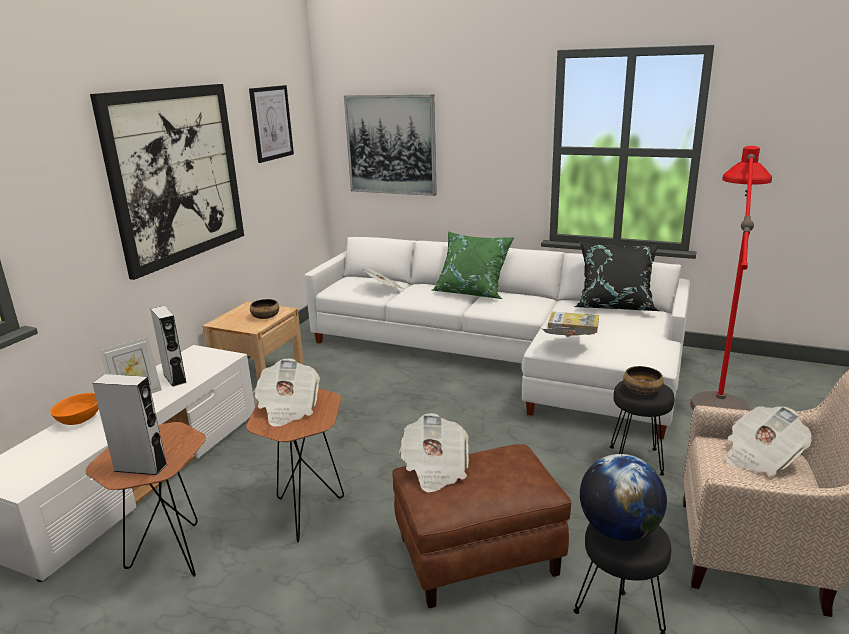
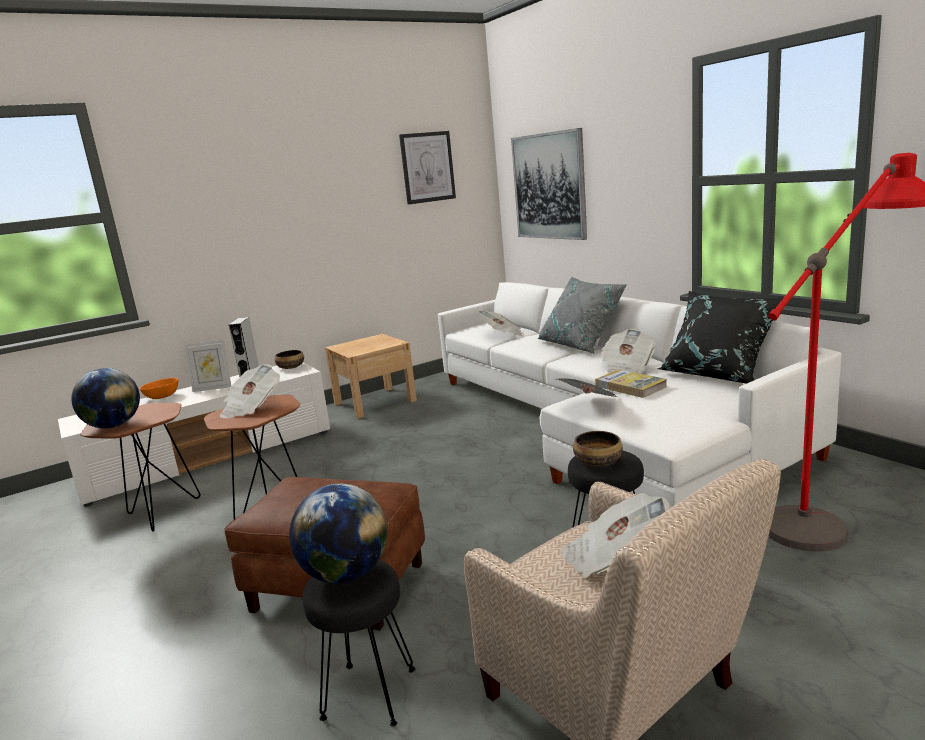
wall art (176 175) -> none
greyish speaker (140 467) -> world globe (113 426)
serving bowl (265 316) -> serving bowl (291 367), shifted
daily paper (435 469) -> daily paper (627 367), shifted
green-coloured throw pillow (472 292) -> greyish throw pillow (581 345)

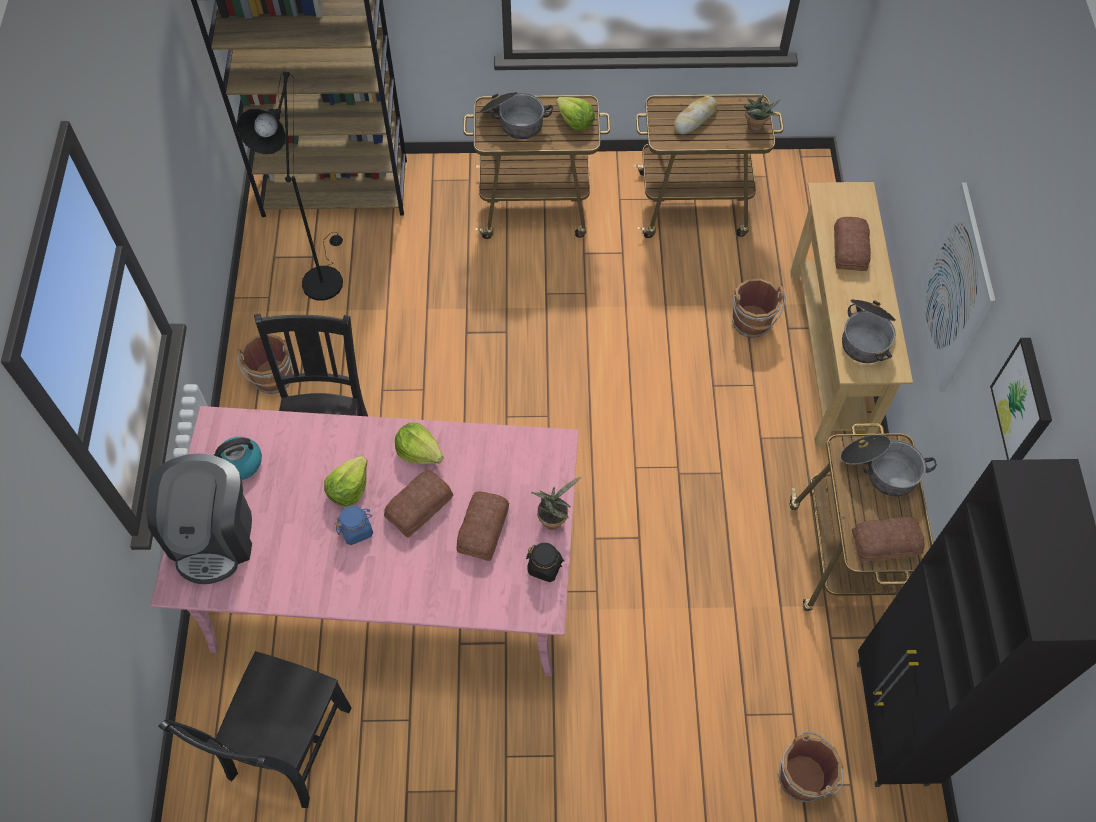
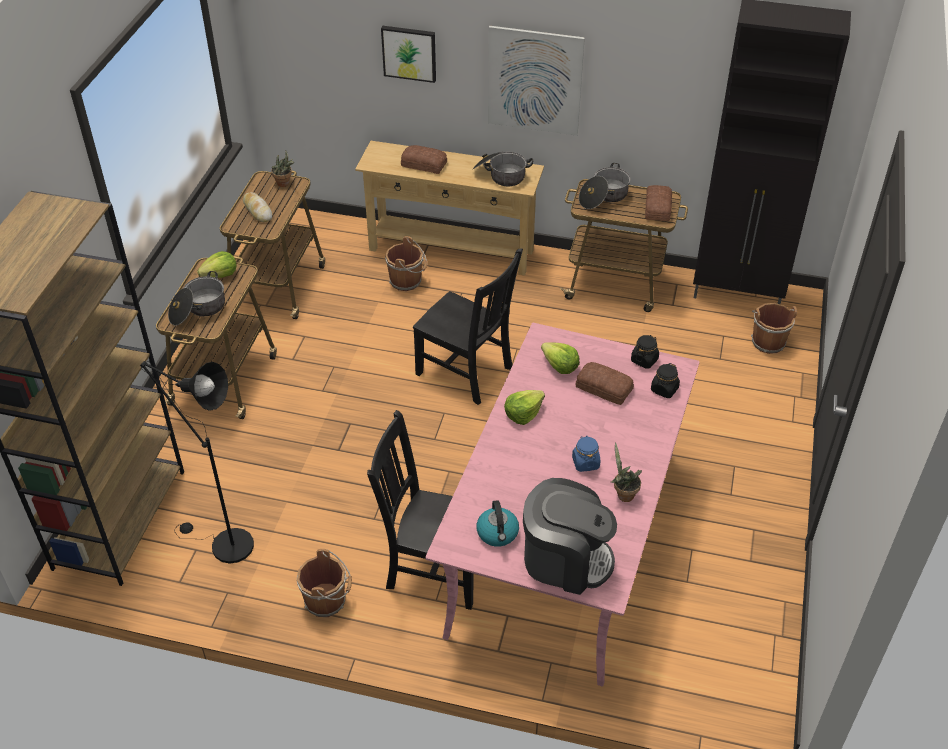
black chair (287 747) -> black chair (467 372), shifted
head of lettuce (348 488) -> head of lettuce (560 366), shifted
bakery bread (417 506) -> none
plant in a pot (553 518) -> plant in a pot (623 494), shifted
wall art (1024 402) -> wall art (409 53), shifted
none -> black jar (664 389)

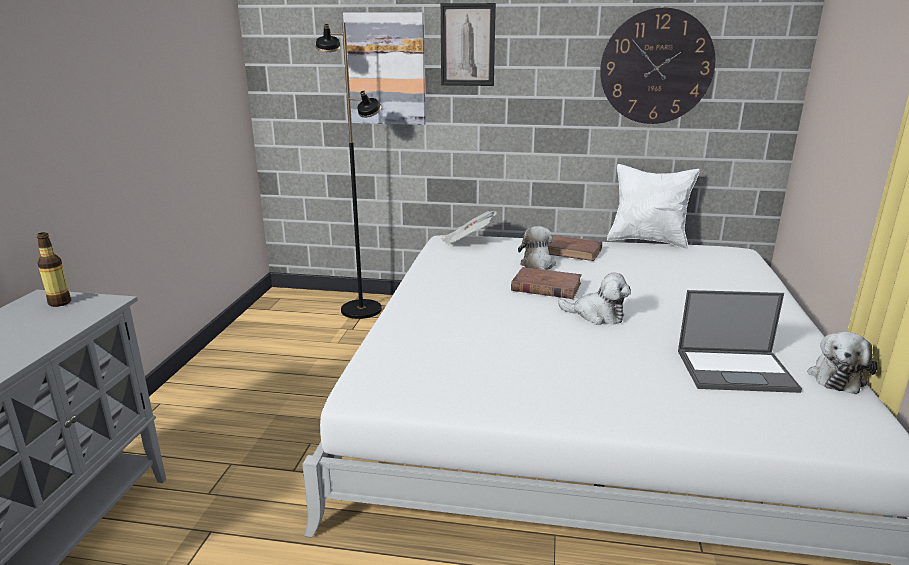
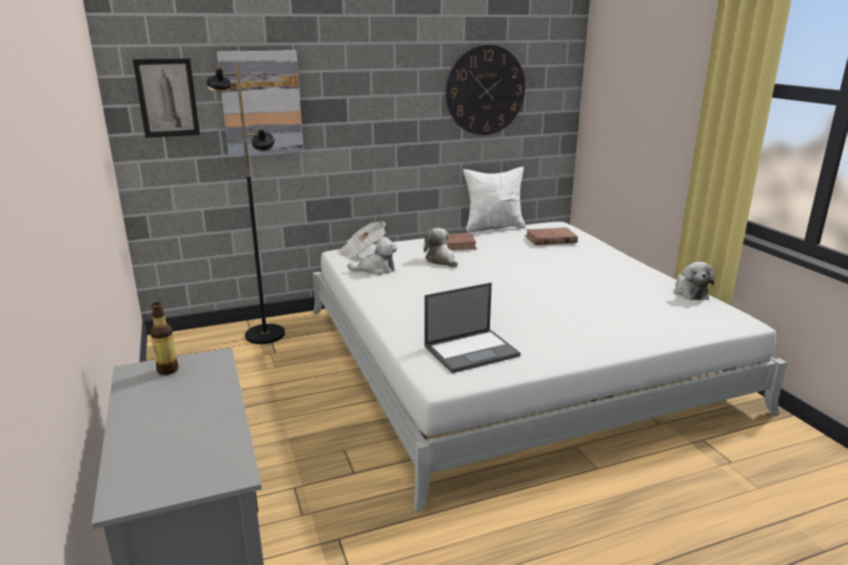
wall art (467 45) -> wall art (167 98), shifted
brown-coloured volume (545 287) -> brown-coloured volume (550 239), shifted
soft toy (597 315) -> soft toy (376 269), shifted
notebook computer (736 370) -> notebook computer (472 350), shifted

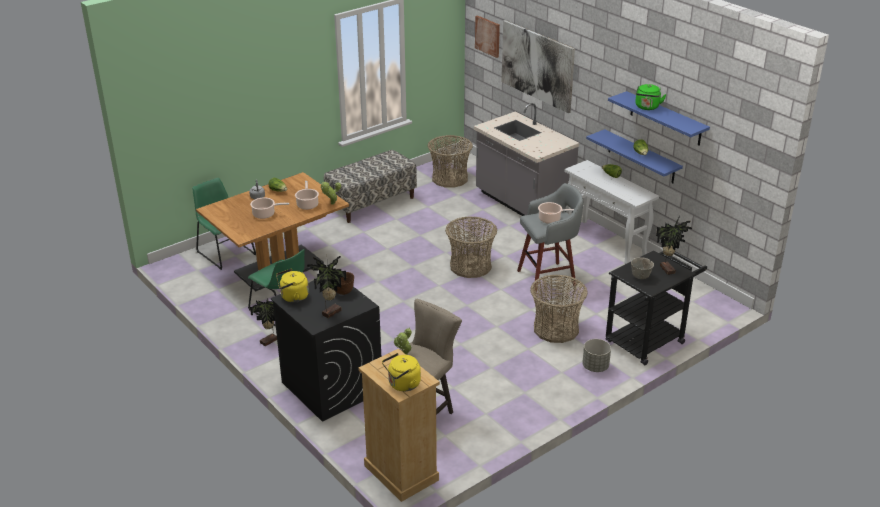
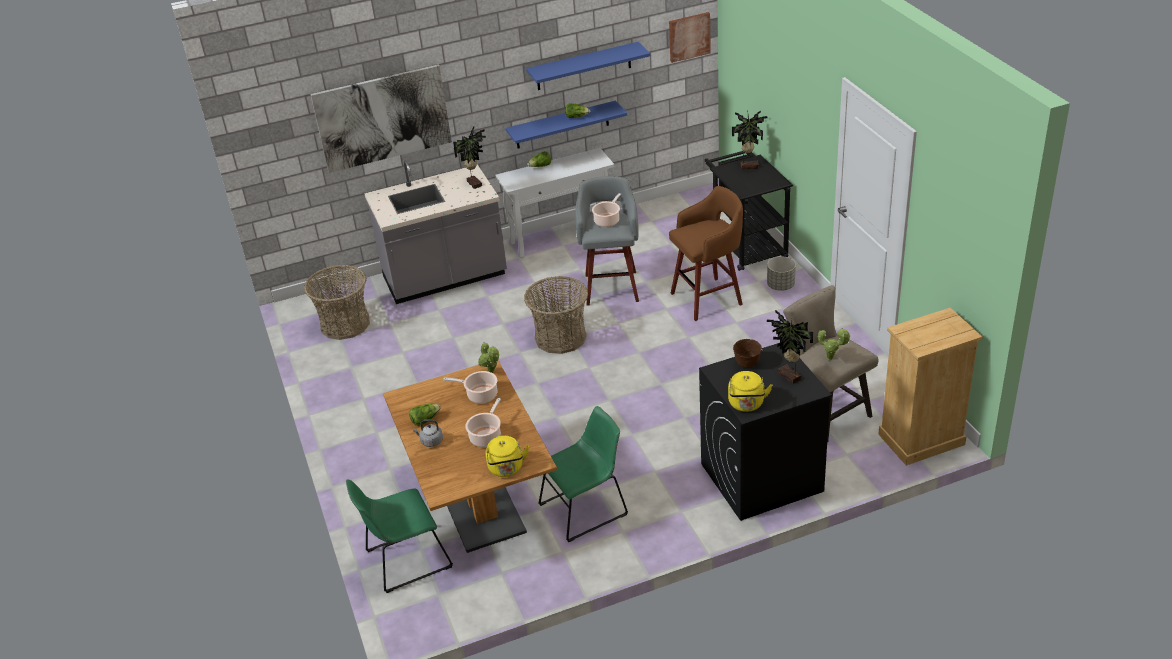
plant in a pot (270 341) -> plant in a pot (475 183), shifted
indoor bench (371 203) -> none
yellow tea kettle (402 385) -> yellow tea kettle (506 469), shifted
wall art (488 36) -> wall art (689 36), shifted
basket (556 329) -> brown-coloured stool (708 298)
greyish serving bowl (641 276) -> none
green-coloured tea kettle (647 107) -> none

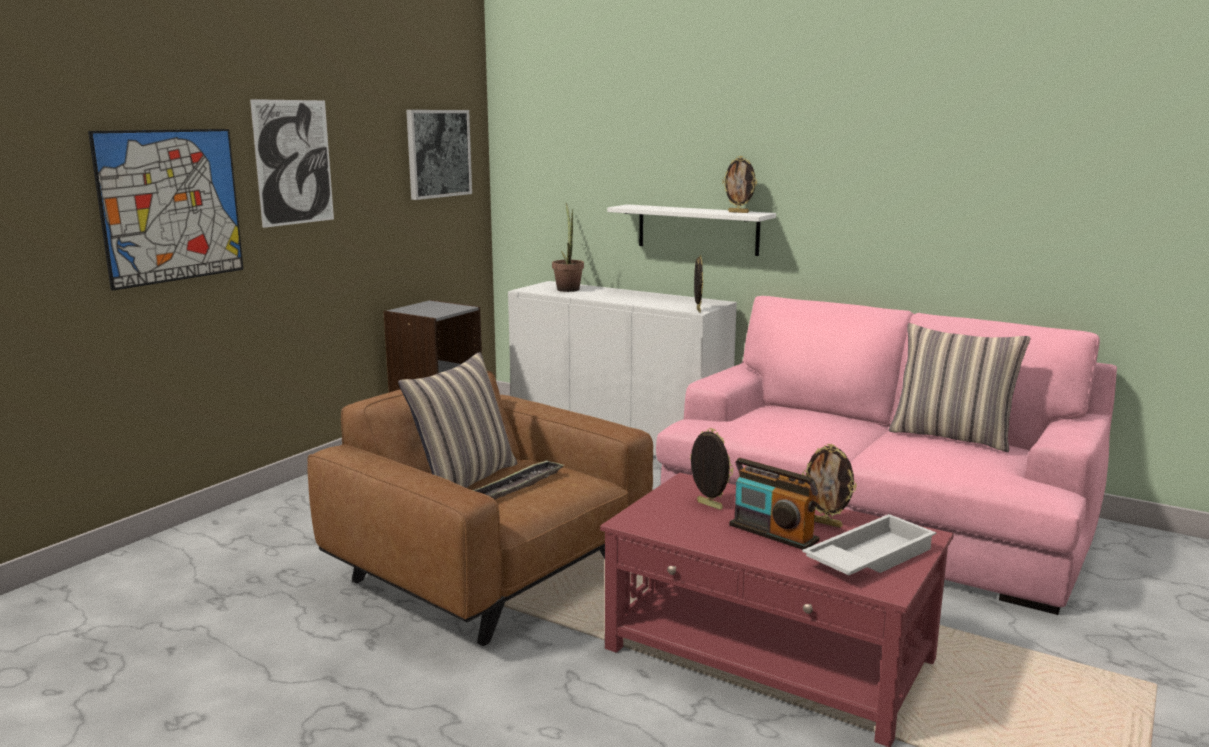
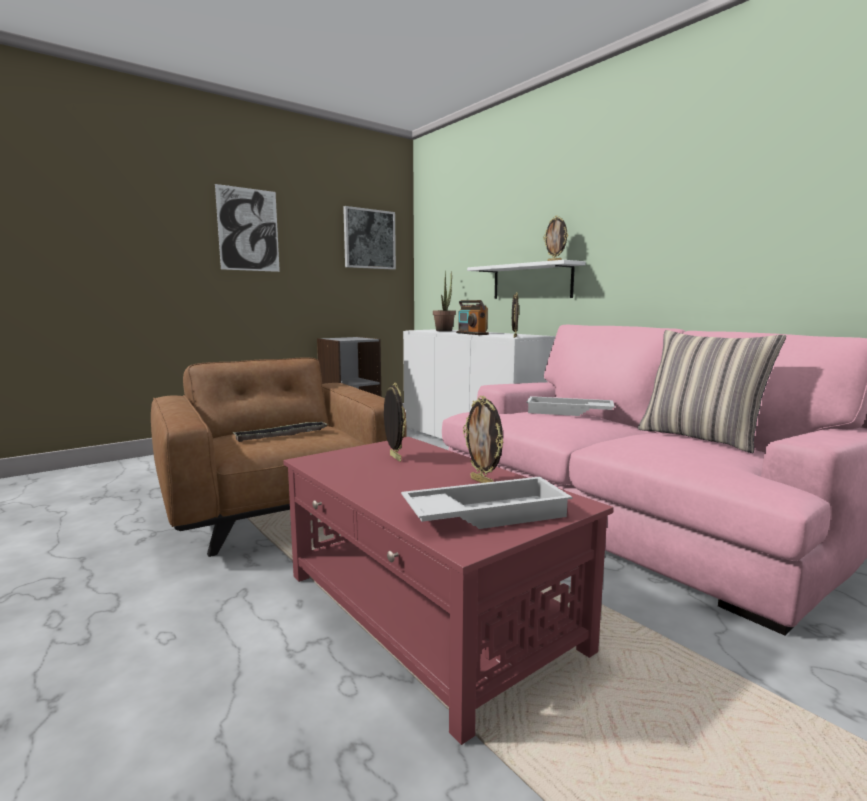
wall art (171 206) -> none
throw pillow (464 479) -> none
radio receiver (773 533) -> radio receiver (471 333), shifted
none -> white tray (568 412)

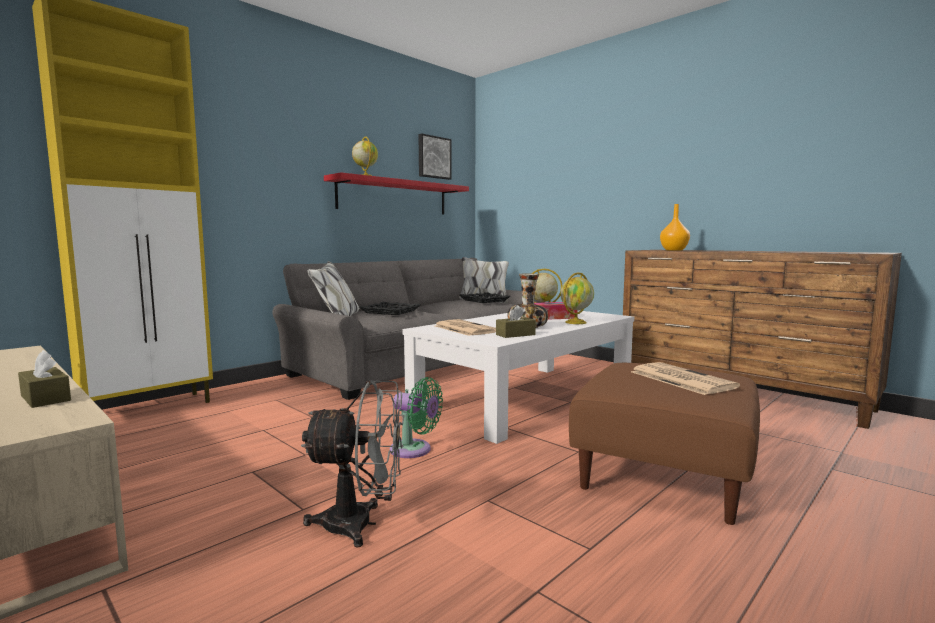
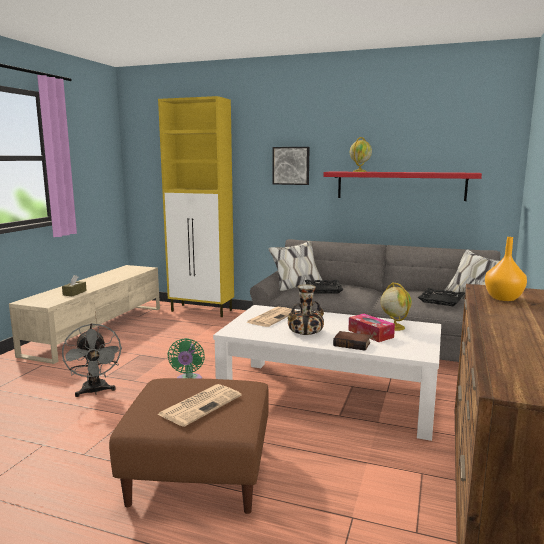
wall art (433 157) -> wall art (291 165), shifted
brown-coloured box of tissues (515 335) -> none
world globe (576 322) -> volume (352 344)

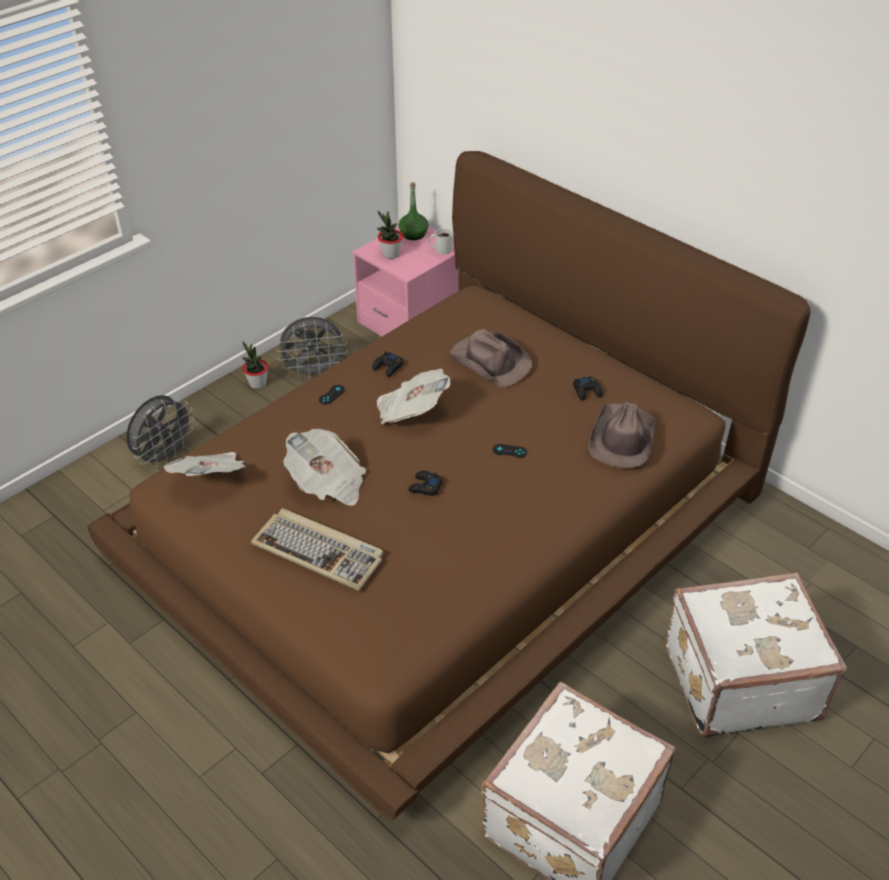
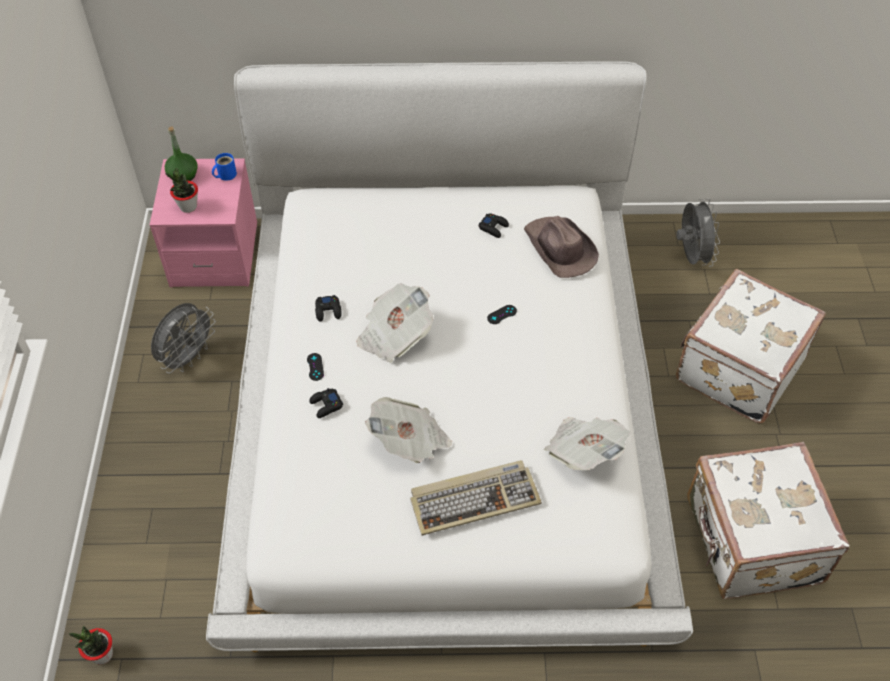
brown-coloured bed (444 524) -> white bed (445 407)
greyish cooling fan (164 456) -> greyish cooling fan (690 256), shifted
daily paper (211 479) -> daily paper (584 451), shifted
plant in a pot (257 384) -> plant in a pot (102 654), shifted
black joypad (425 487) -> black joypad (326 405), shifted
white tea mug (441 249) -> bluish tea mug (225 174)
brown-coloured clothing hat (490 361) -> none

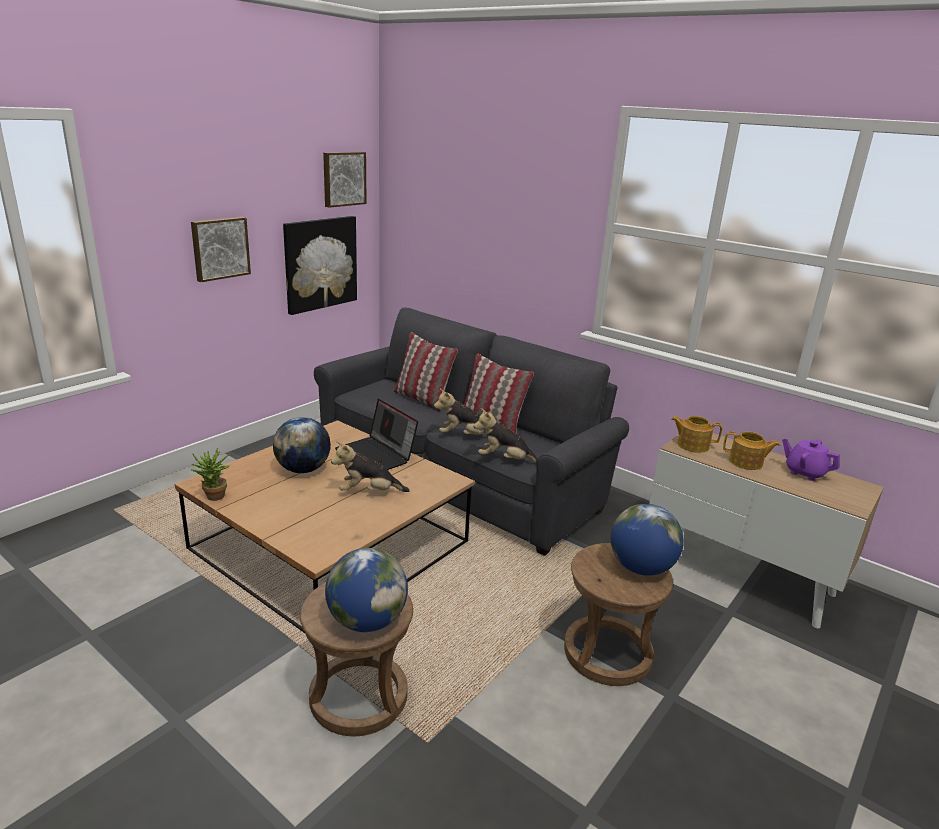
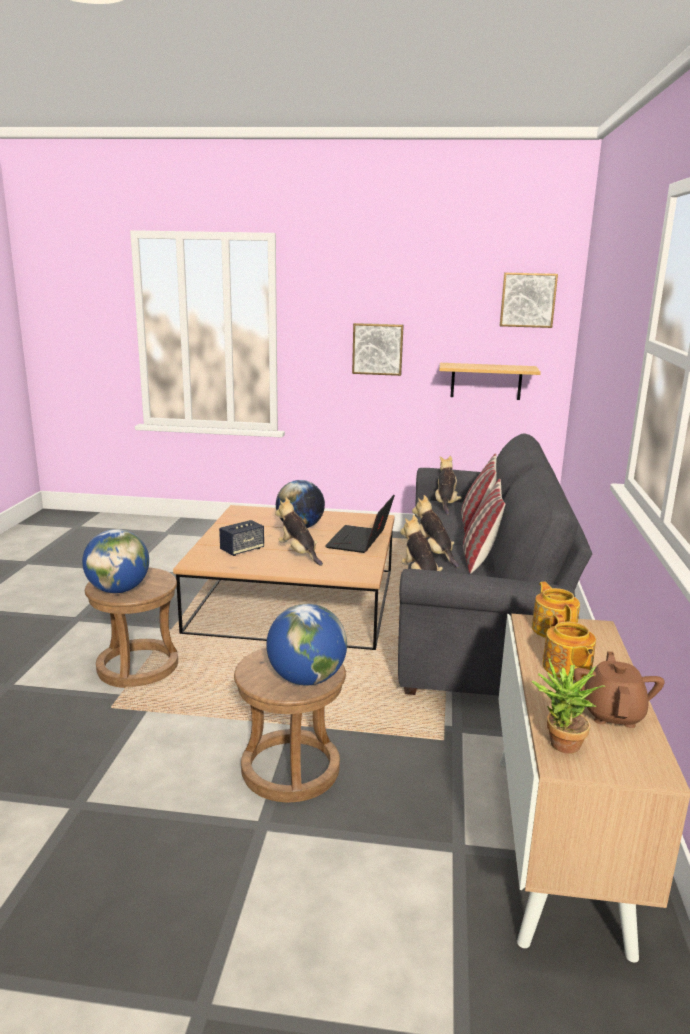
plant in a pot (213 498) -> plant in a pot (559 746), shifted
wall art (320 263) -> bracket shelf (486 381)
purple-coloured teapot (804 473) -> brown-coloured teapot (612 714)
none -> speaker (242 550)
none -> soft toy (445 504)

